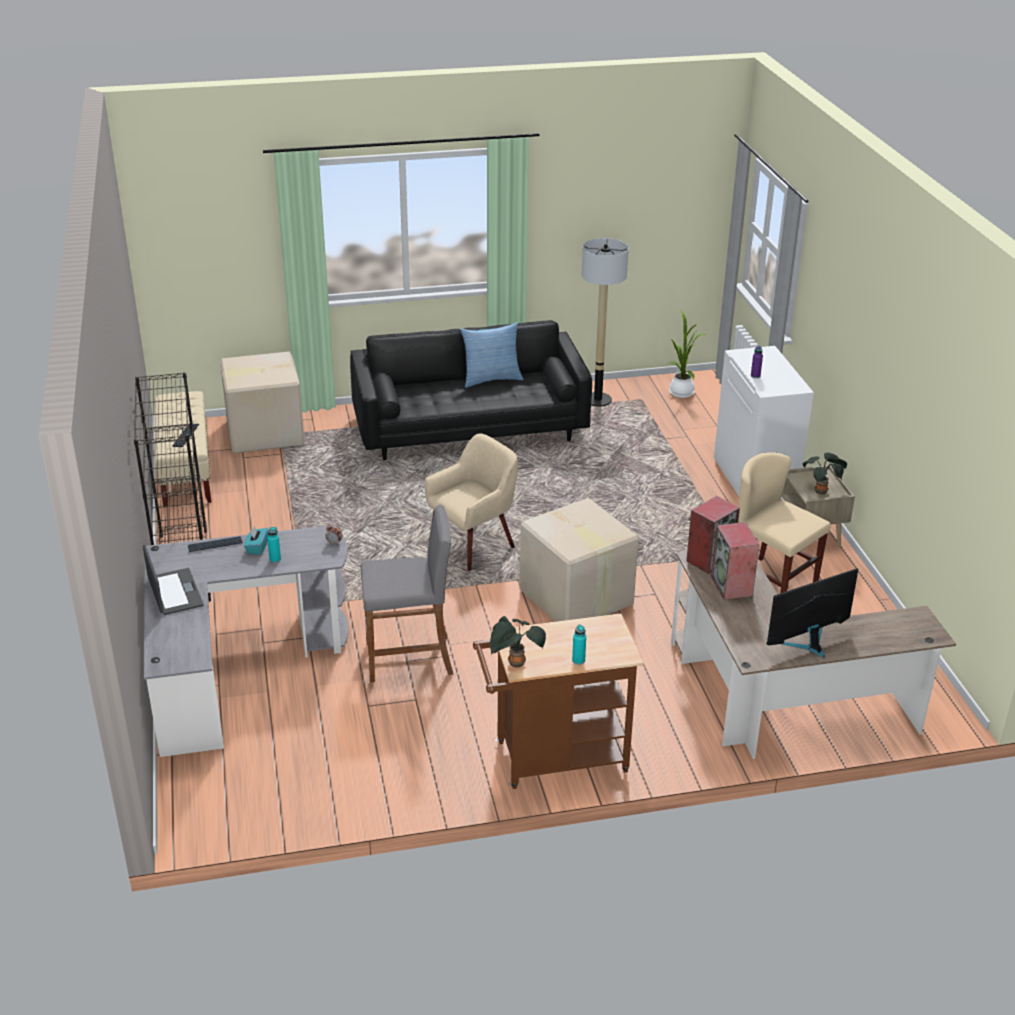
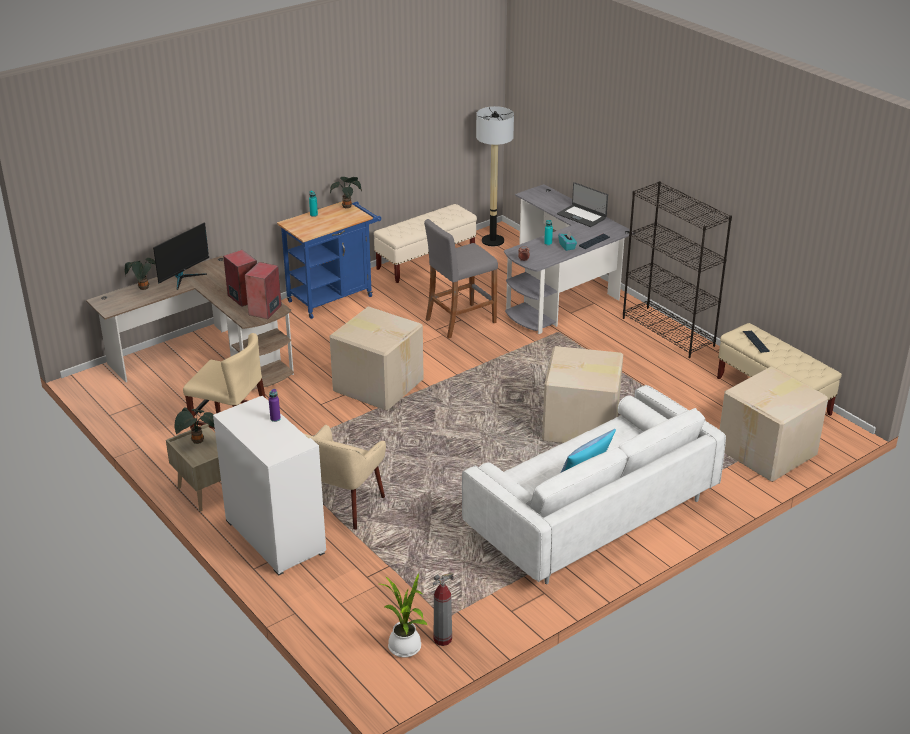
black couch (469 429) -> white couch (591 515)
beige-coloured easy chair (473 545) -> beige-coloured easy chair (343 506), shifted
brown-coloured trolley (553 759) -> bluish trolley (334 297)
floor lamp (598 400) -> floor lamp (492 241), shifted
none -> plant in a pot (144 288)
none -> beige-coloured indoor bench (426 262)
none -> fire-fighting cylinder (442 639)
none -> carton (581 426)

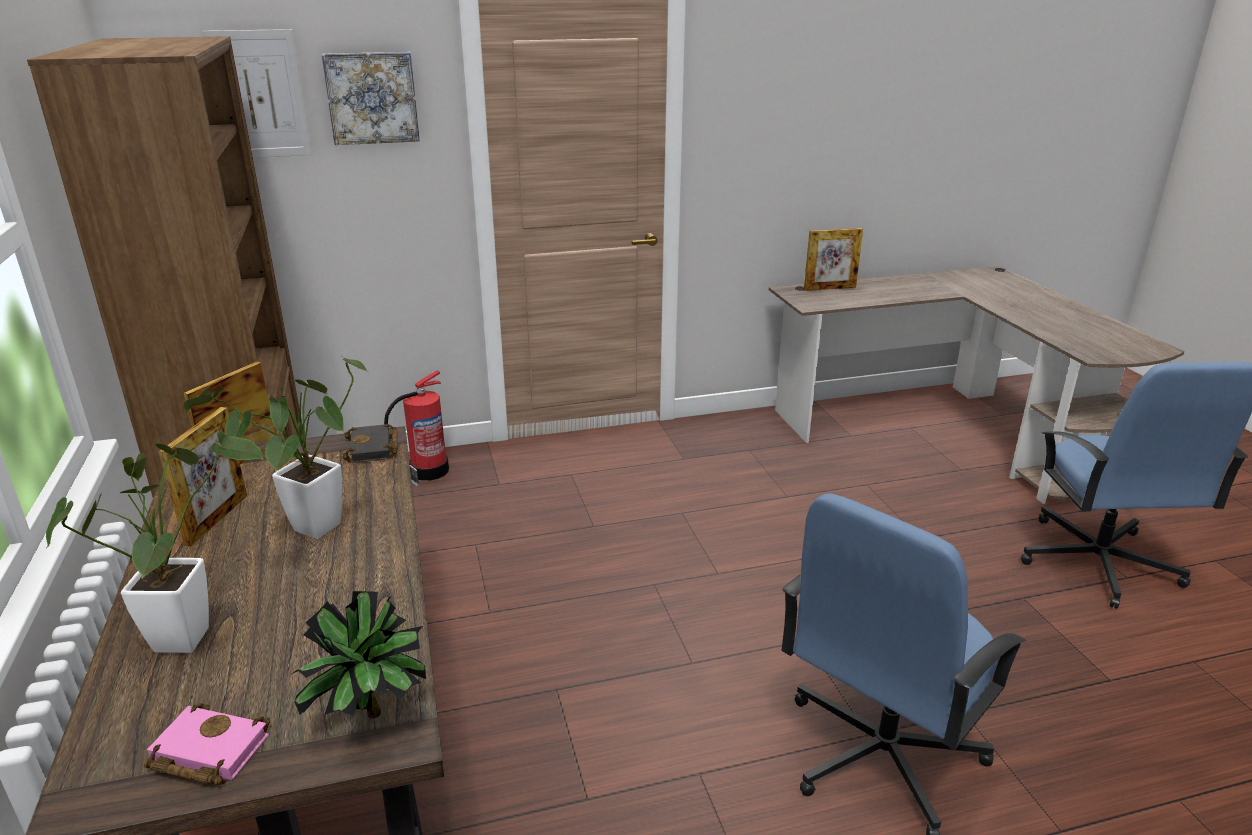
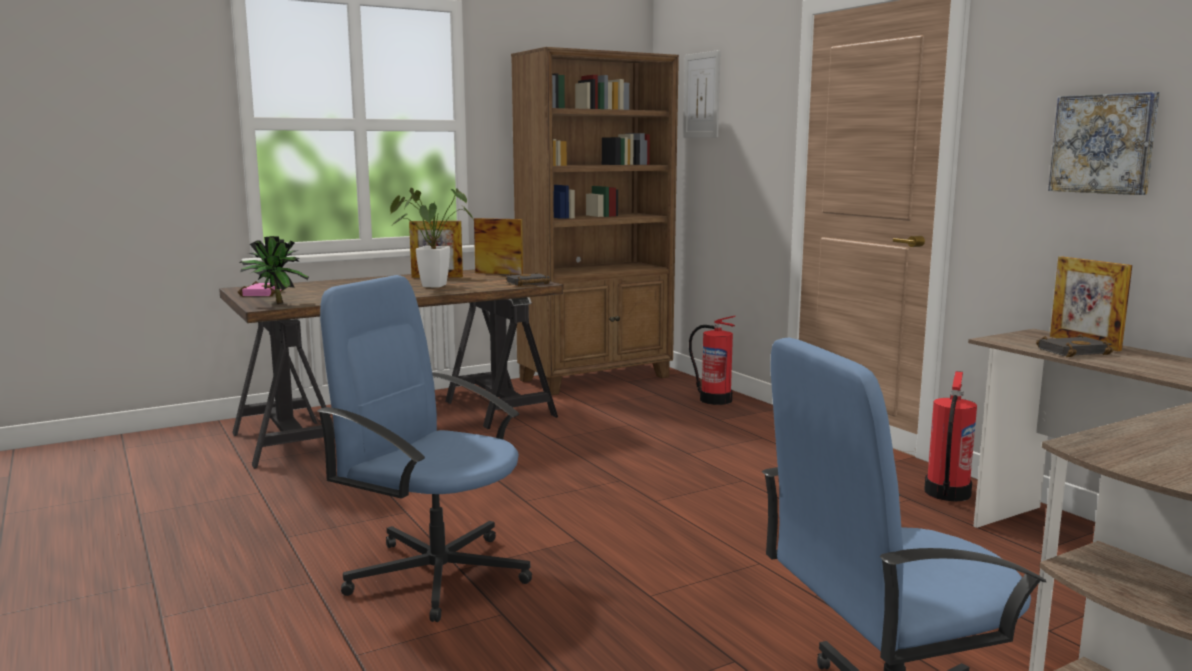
plant in a pot (188 631) -> none
wall art (372 98) -> wall art (1104 144), shifted
none -> fire-fighting cylinder (946 493)
none -> black volume (1073 351)

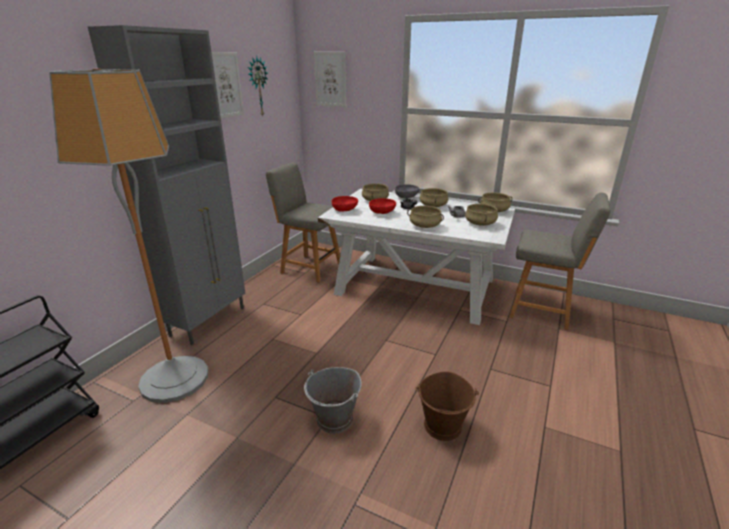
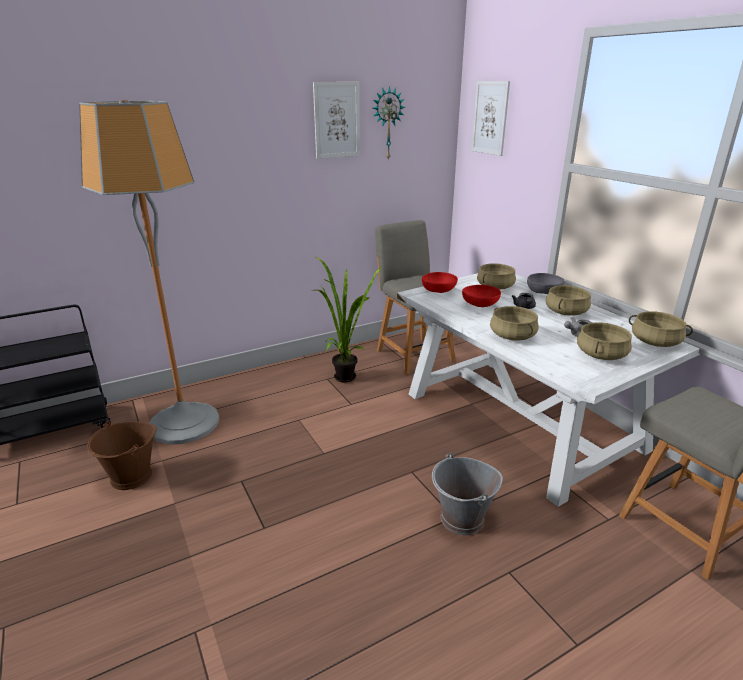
greyish cabinet (209 321) -> none
greyish water bucket (335 419) -> greyish water bucket (462 519), shifted
brown-coloured water bucket (443 426) -> brown-coloured water bucket (131 477), shifted
none -> plant in a pot (343 375)

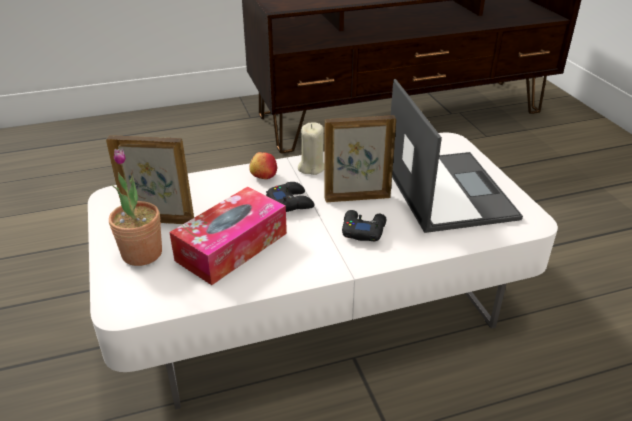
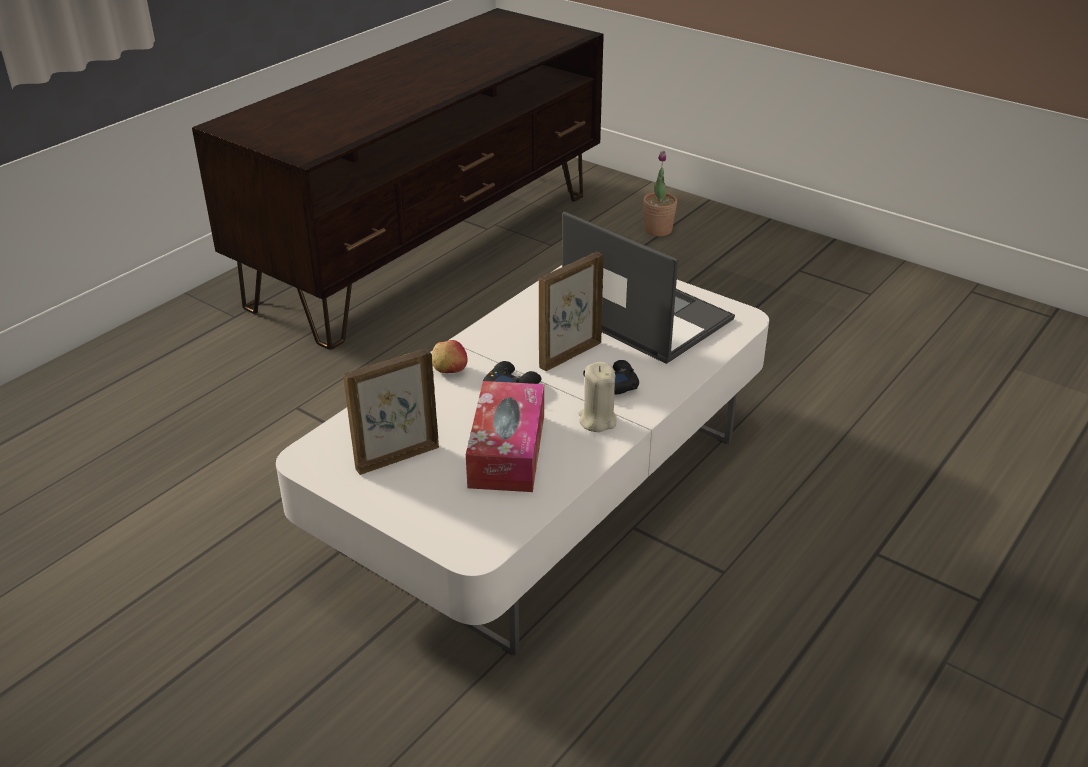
plant in a pot (142 253) -> plant in a pot (658 230), shifted
beige-coloured wax light (311 167) -> beige-coloured wax light (597 420), shifted

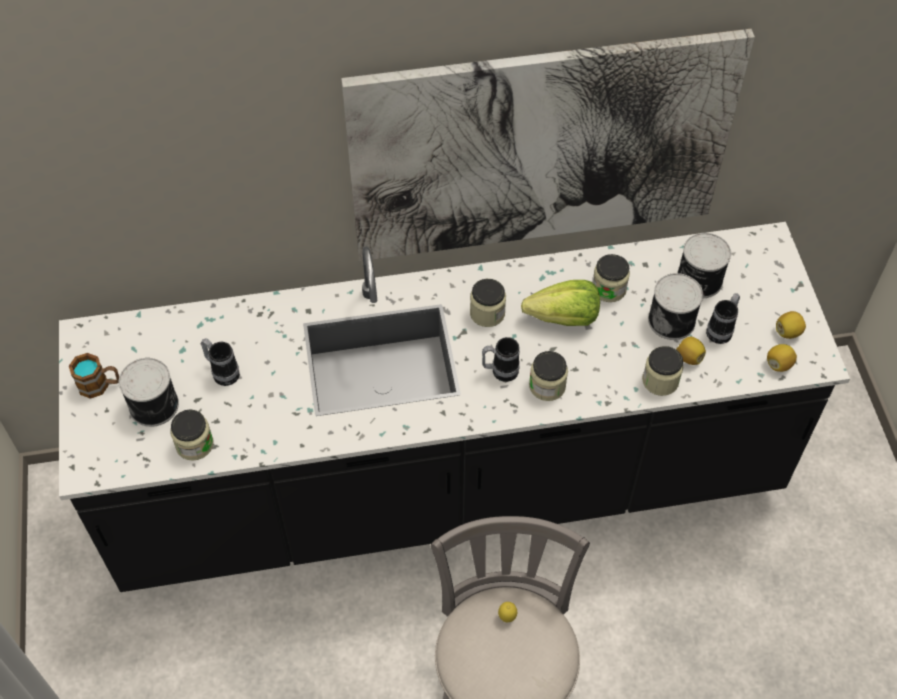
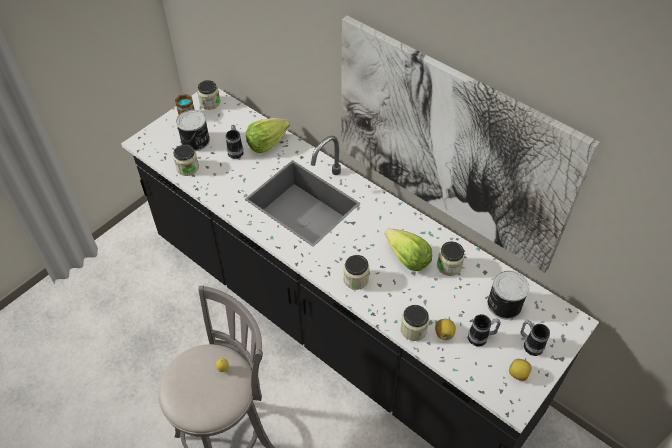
jar (487 313) -> jar (210 103), shifted
tea mug (500 371) -> tea mug (530 344), shifted
metal can (672 320) -> none
lemon (778 364) -> none
none -> head of lettuce (267 143)

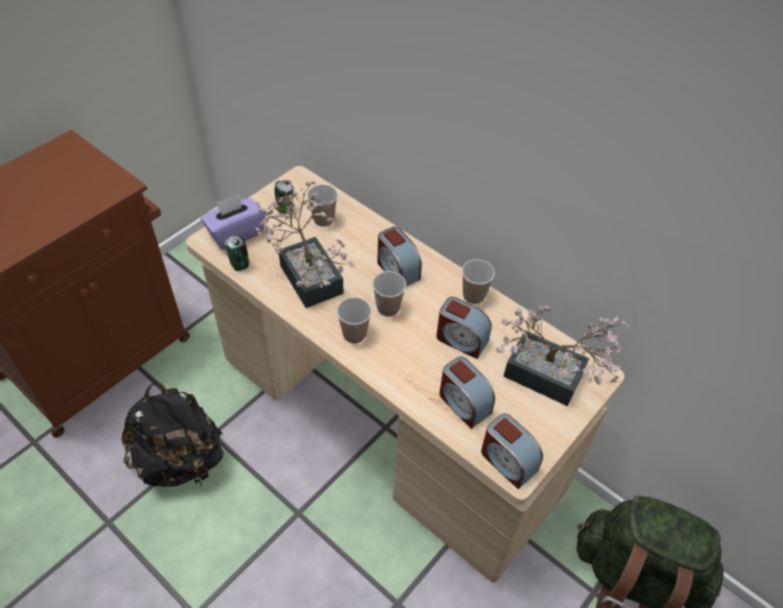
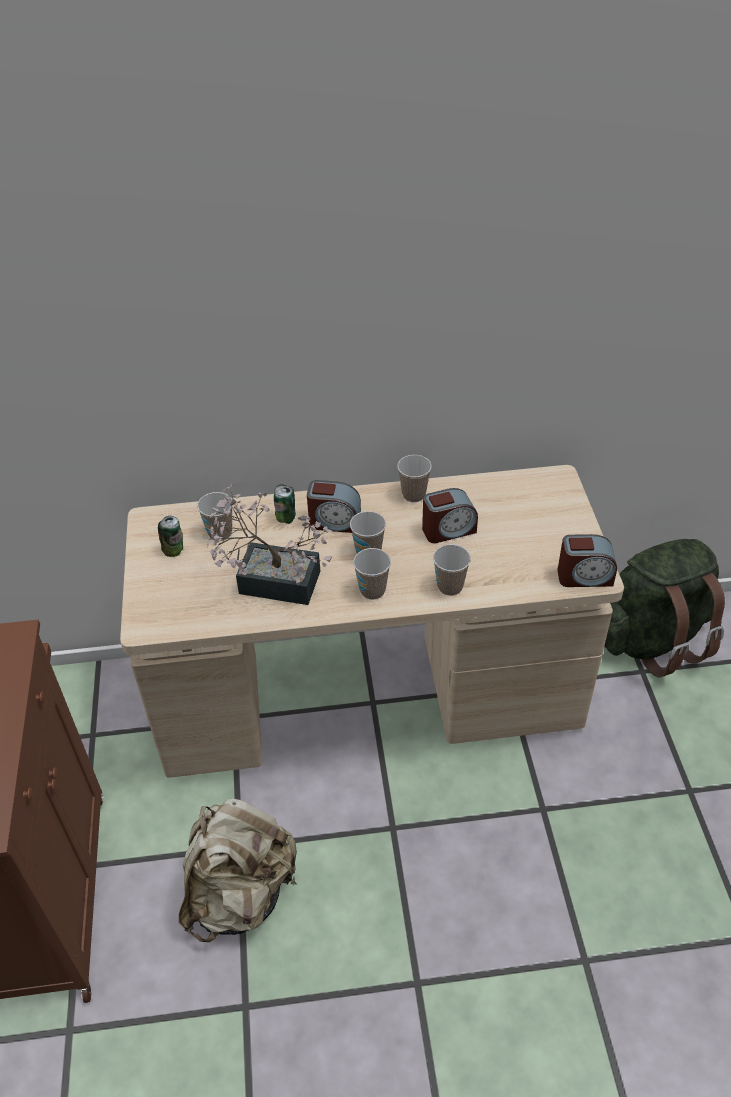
black rucksack (181 460) -> beige-coloured rucksack (240 893)
purple-coloured box of tissues (236 233) -> none
metal can (239 265) -> metal can (285 518), shifted
alarm clock (463 403) -> none
plant in a pot (552 379) -> none
none -> small cup (450 586)

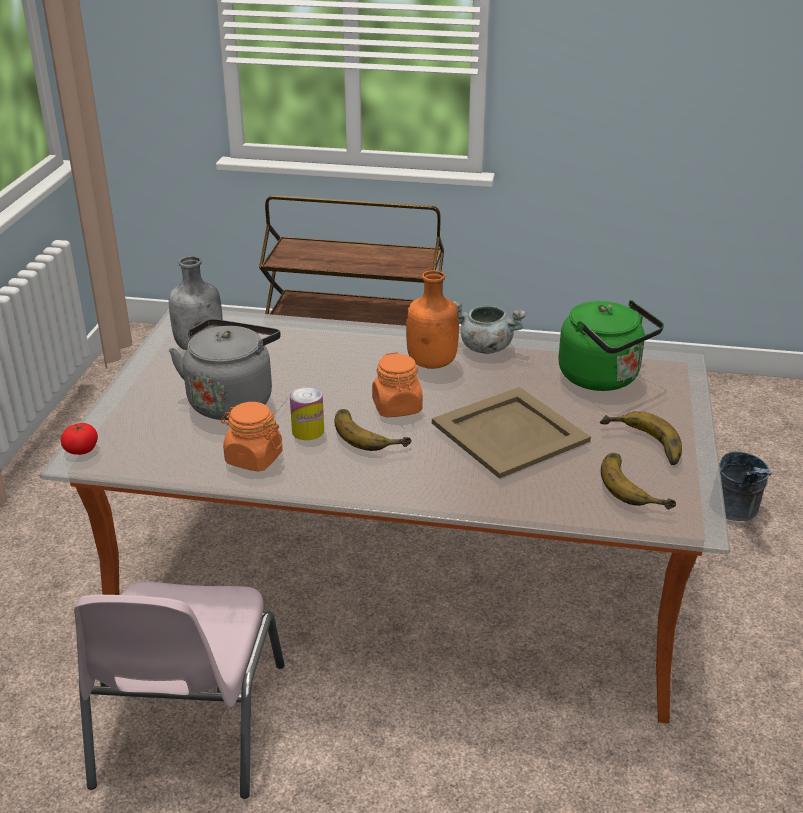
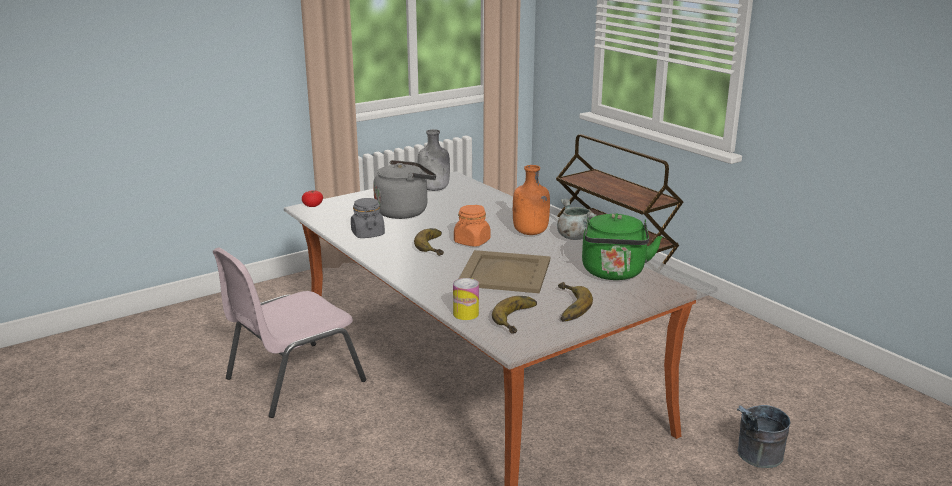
orangey jar (253 458) -> greyish jar (367 234)
metal can (308 431) -> metal can (466 314), shifted

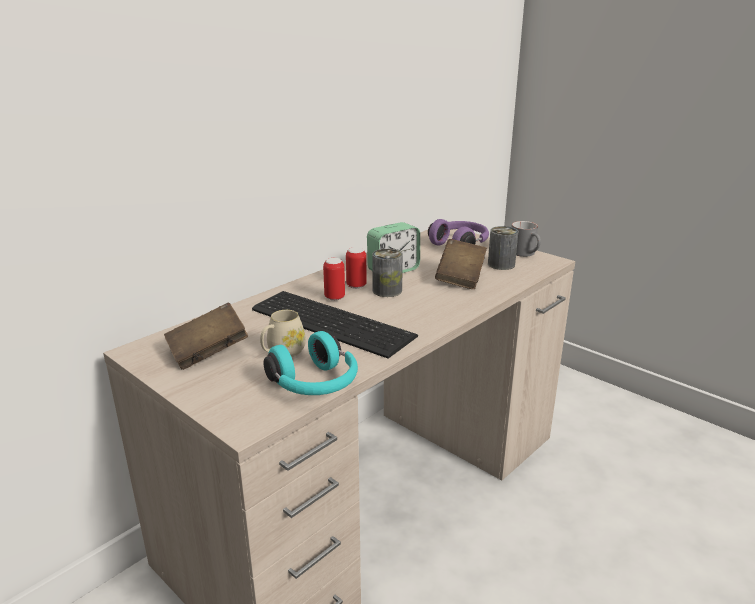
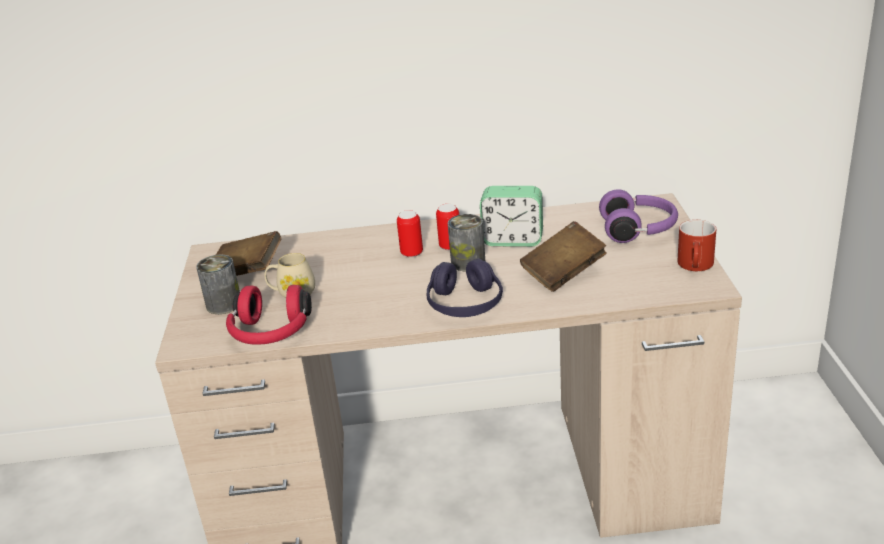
computer keyboard (332 321) -> none
turquoise headset (315 385) -> reddish headset (270 333)
metal can (501 264) -> metal can (224 304), shifted
greyish tea mug (526 253) -> reddish tea mug (696 266)
none -> purple-coloured headset (465 303)

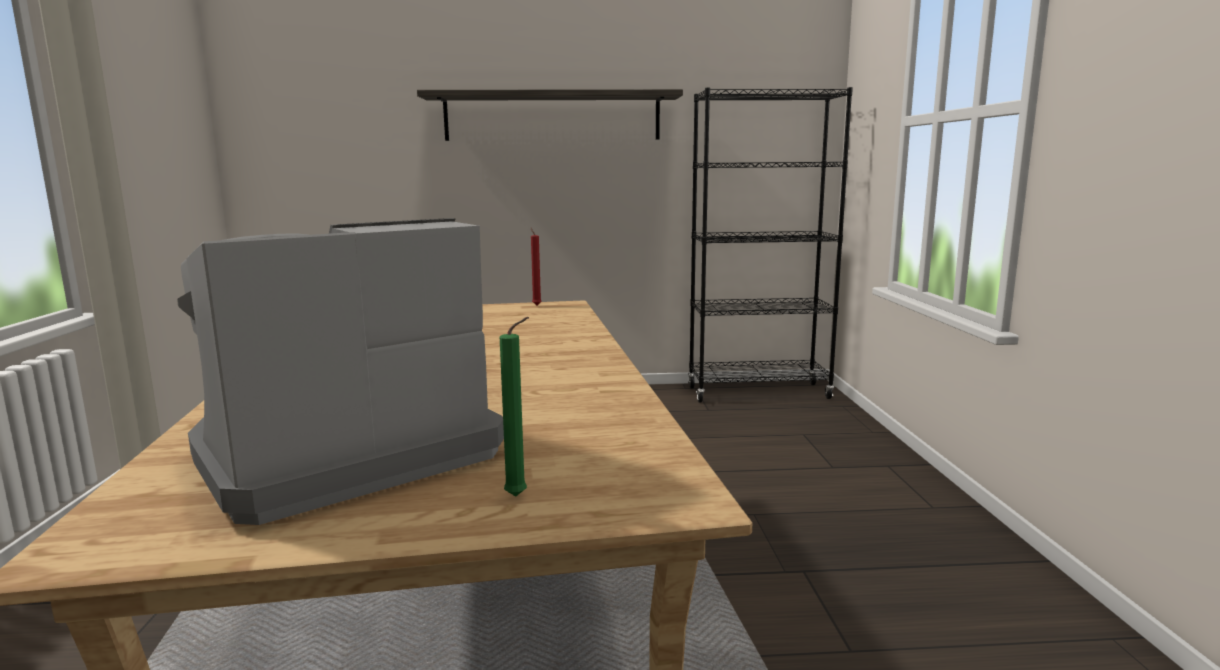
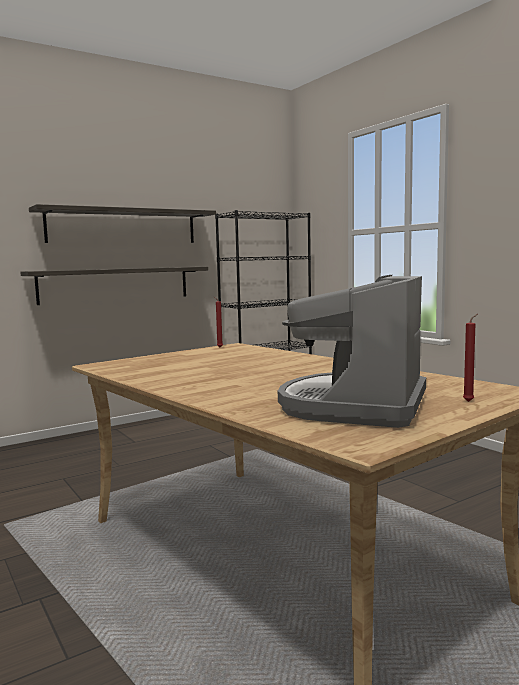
green-coloured wax light (519 496) -> reddish wax light (469 401)
none -> bracket shelf (115 284)

